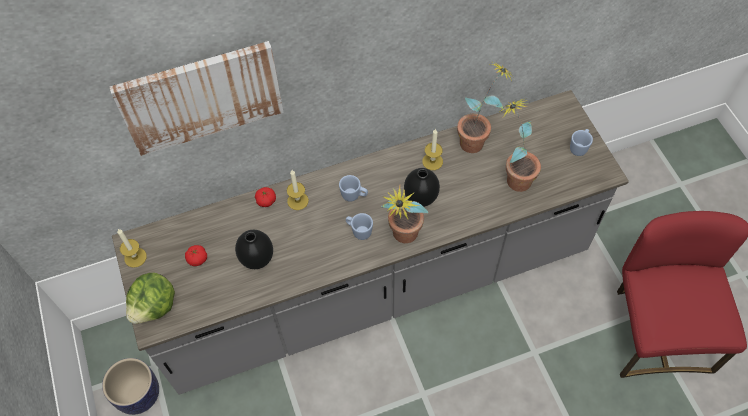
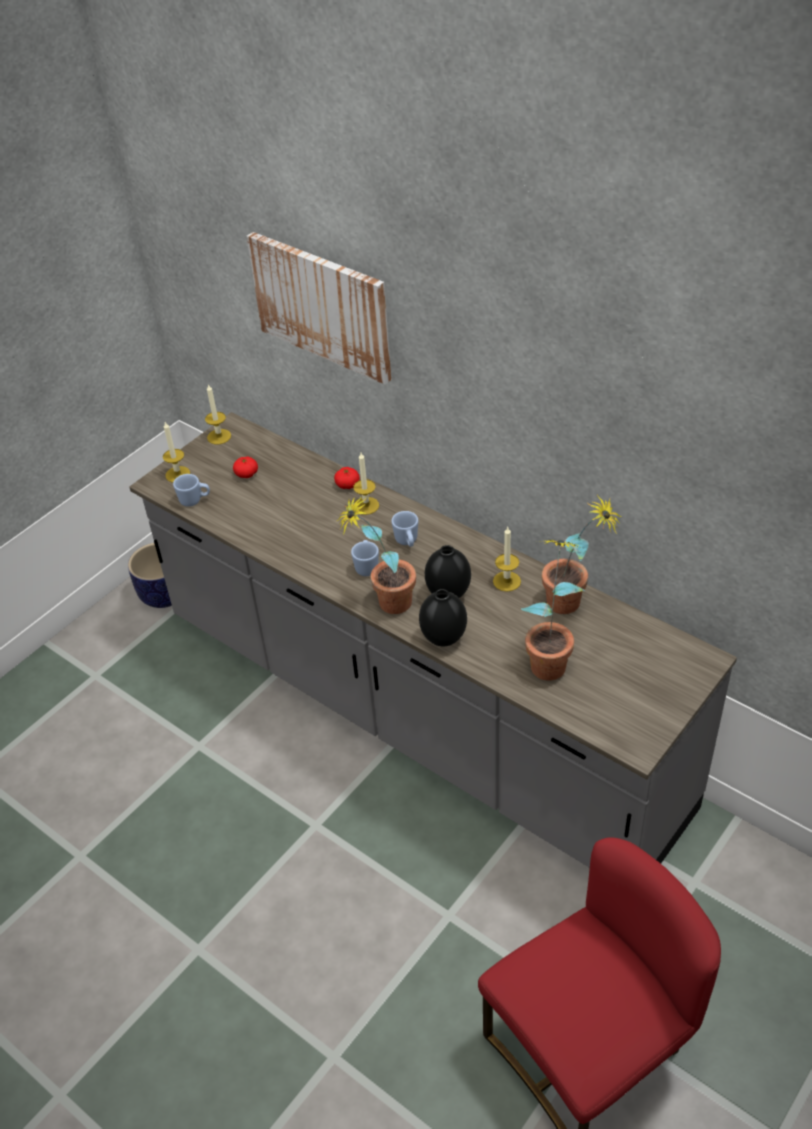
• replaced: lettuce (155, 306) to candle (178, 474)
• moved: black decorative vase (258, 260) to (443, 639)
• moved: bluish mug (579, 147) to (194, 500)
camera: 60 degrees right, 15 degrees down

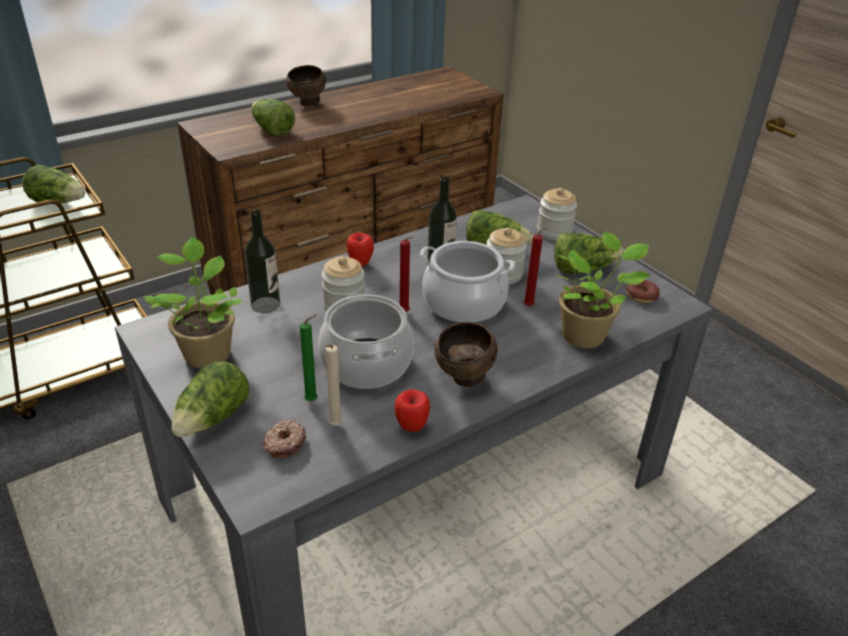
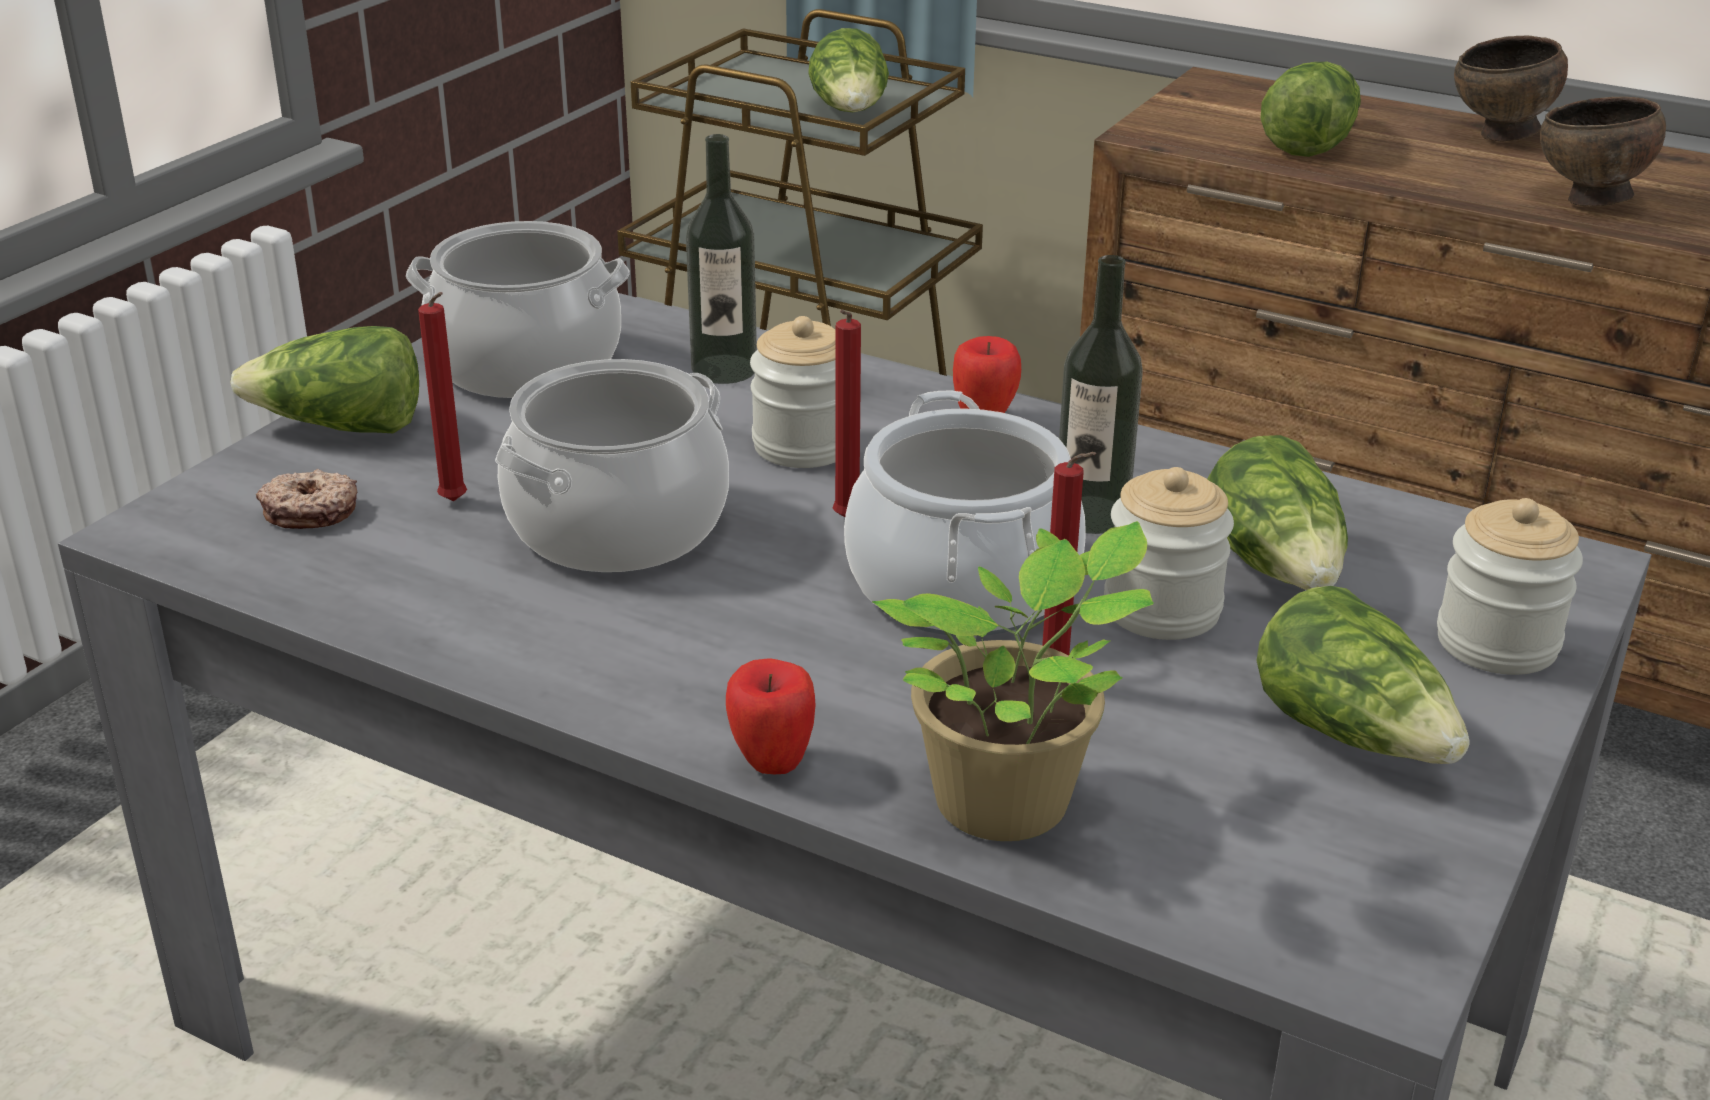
• replaced: houseplant (207, 352) to saucepot (525, 365)
• recoloured: green candle (313, 400) to reddish candle (455, 503)
• removed: beige-coloured candle (334, 426)
• moved: apple (411, 427) to (771, 763)
• moved: brown deep dish (464, 380) to (1588, 202)
• removed: donut (641, 296)
camera: 65 degrees right, 5 degrees down

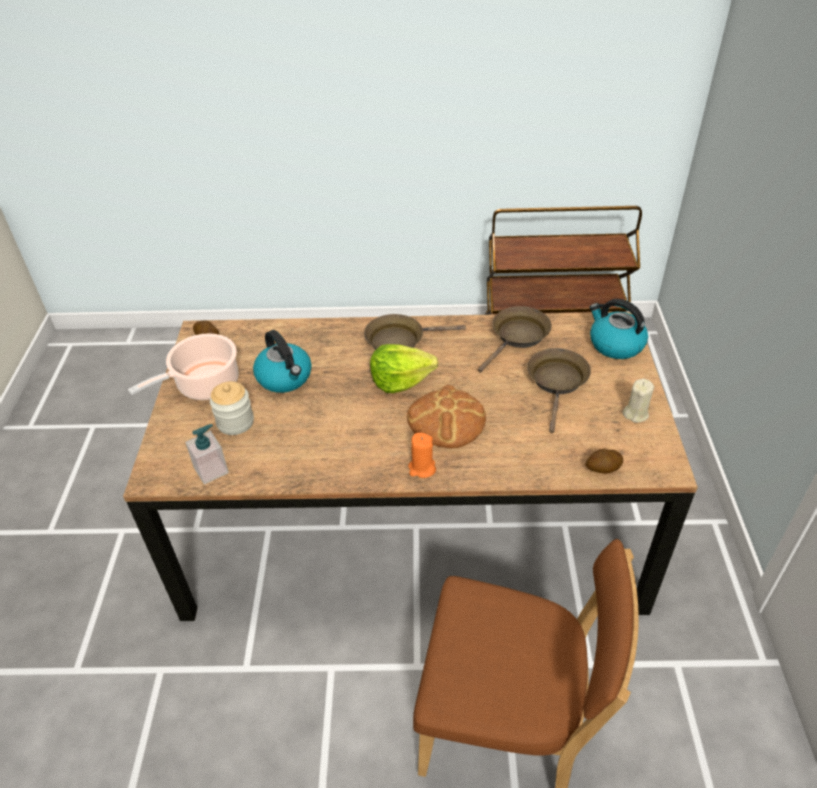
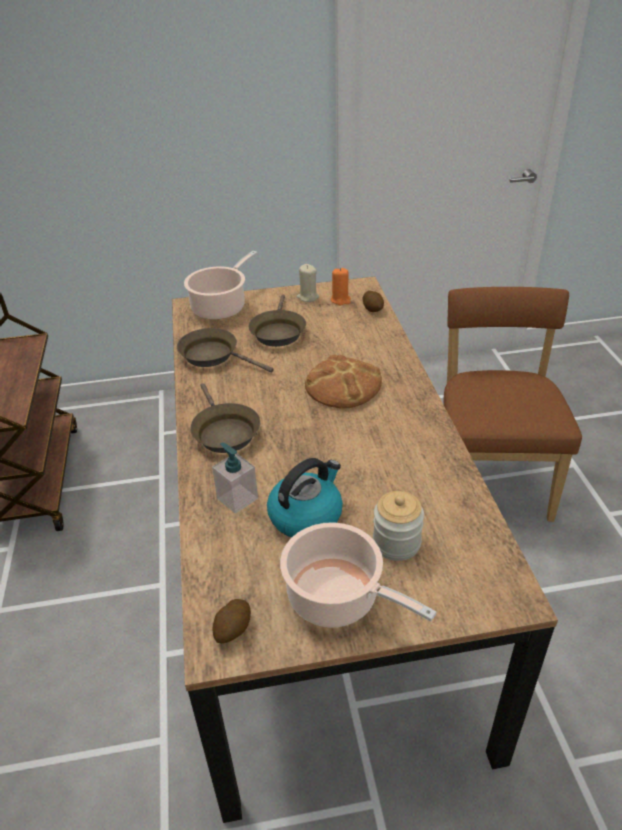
• moved: liquid soap bottle (211, 470) to (237, 498)
• removed: lettuce (400, 380)
• moved: orange candle (422, 468) to (340, 300)
• turned: brown skillet (557, 383) = (277, 332) 90 degrees counterclockwise
• replaced: tea kettle (615, 344) to saucepot (221, 307)
camera: 100 degrees left, 5 degrees down

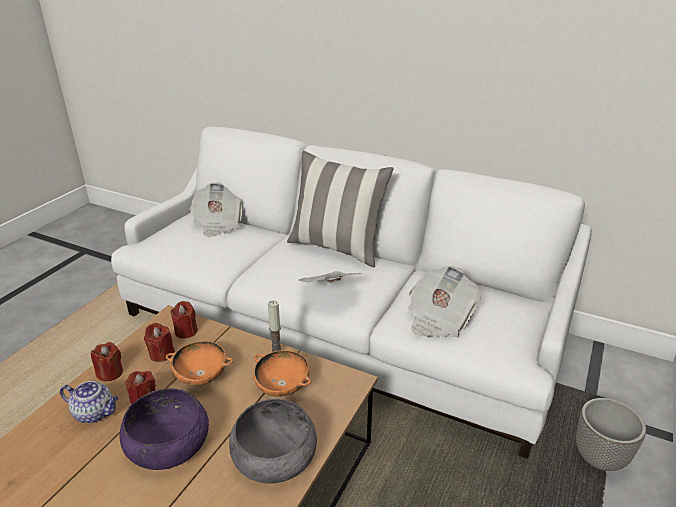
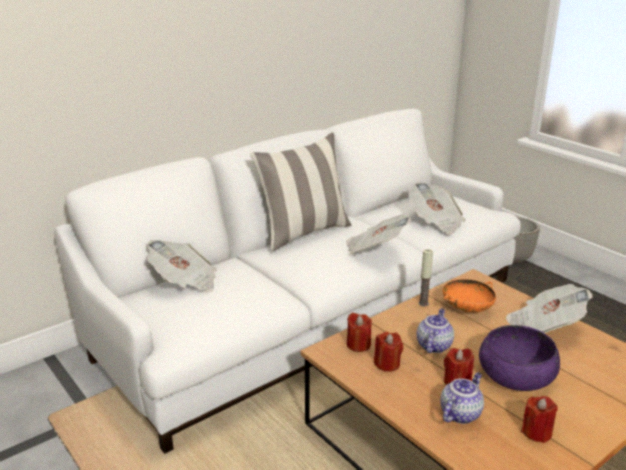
• moved: reddish candle (110, 373) to (536, 432)
• replaced: orange deep dish (201, 376) to pot for tea (433, 345)
• replaced: grey deep dish (274, 455) to daily paper (544, 326)
camera: 65 degrees left, 5 degrees down

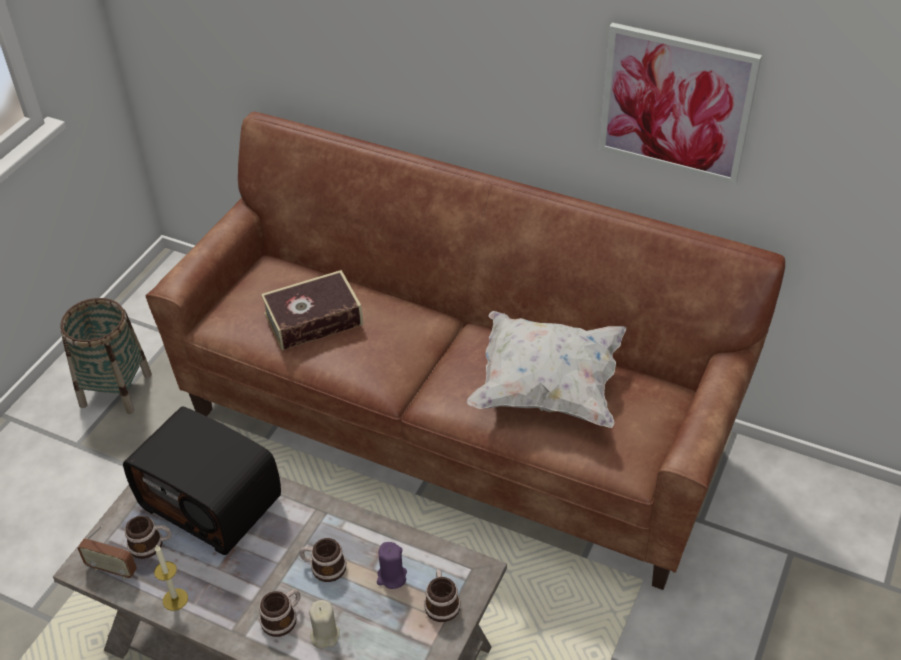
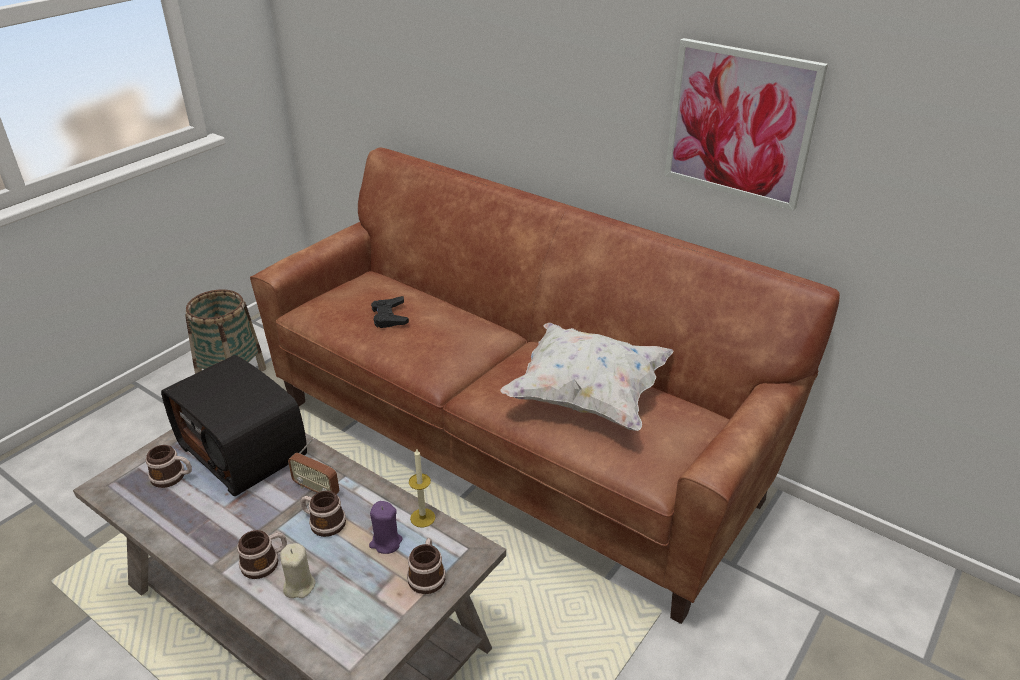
• moved: radio receiver (112, 569) to (317, 489)
• moved: candle (175, 599) to (422, 518)
• replaced: bound book (313, 319) to black gamepad (389, 316)
camera: 10 degrees right, 10 degrees down

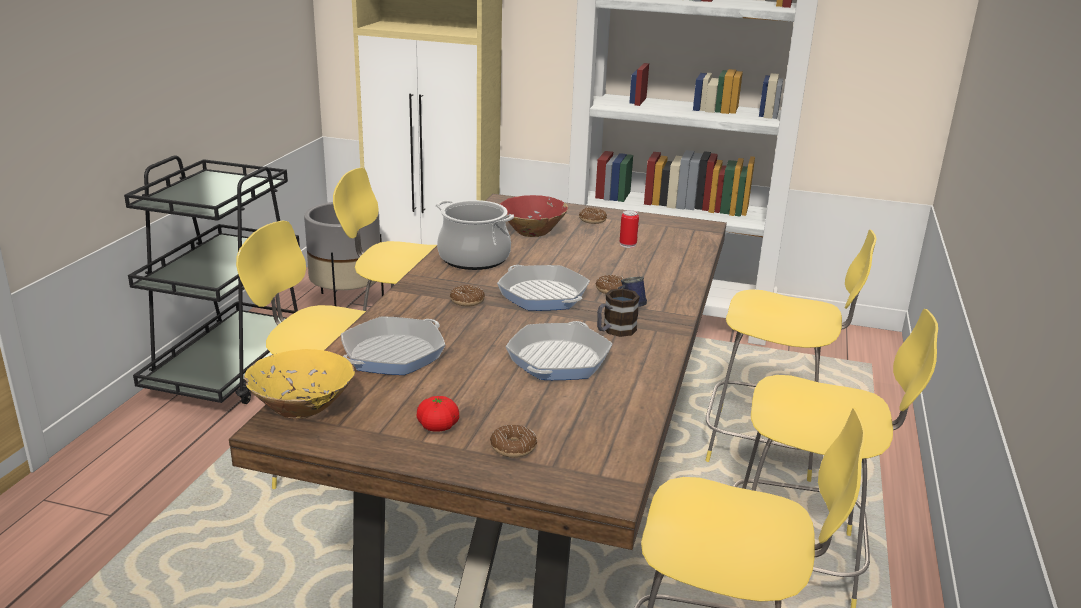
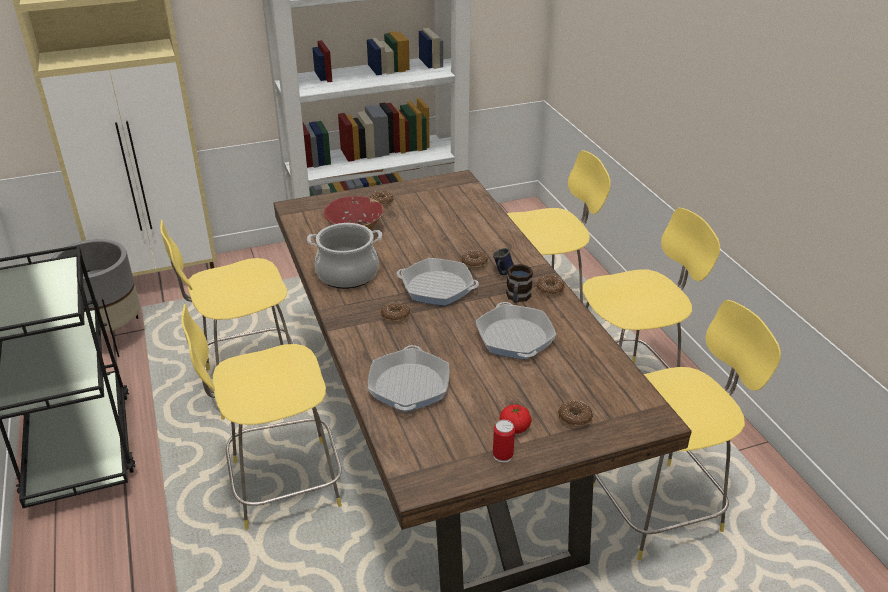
• removed: yellow-coloured deep dish (301, 408)
• moved: can (628, 244) to (502, 455)
• added: donut (549, 289)
camera: 35 degrees left, 10 degrees up

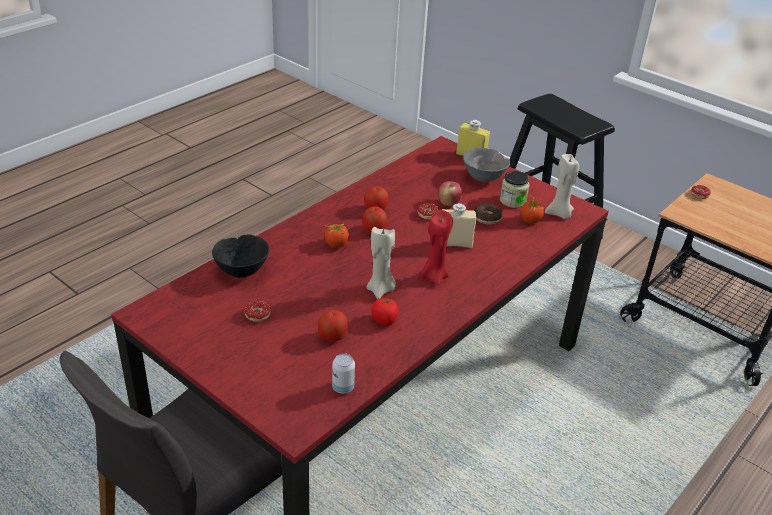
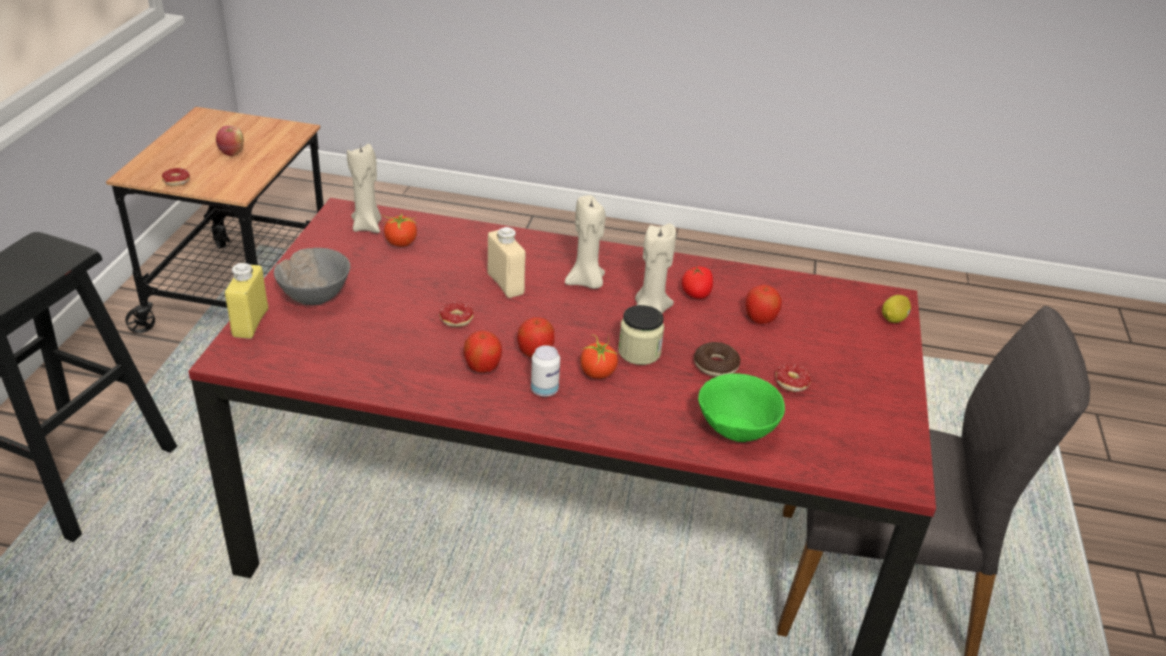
• recoloured: black deep dish (242, 271) to green deep dish (735, 431)
• moved: can (343, 387) to (544, 390)
• recoloured: reddish candle (434, 276) to beige-coloured candle (586, 282)
• moved: apple (448, 203) to (231, 153)
• moved: donut (487, 218) to (716, 365)
• moved: storage jar (512, 201) to (639, 352)
• added: citrus fruit (894, 319)
camera: 120 degrees left, 0 degrees up

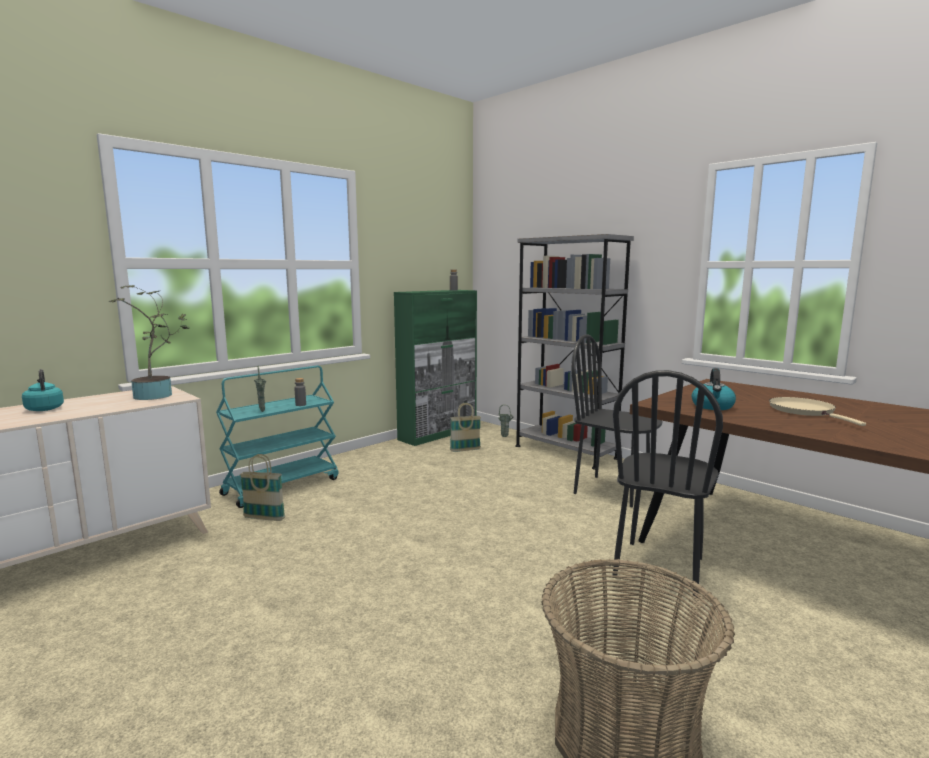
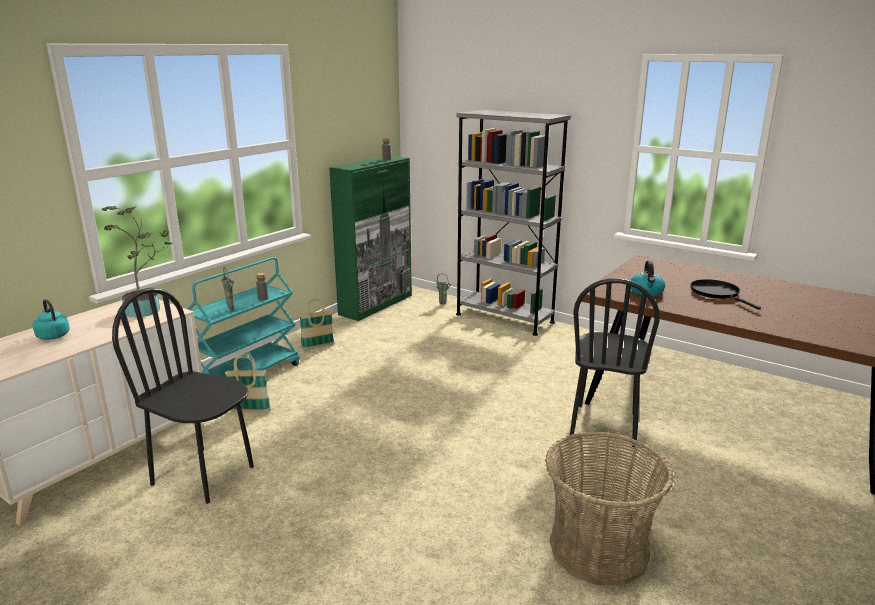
• moved: household basket (465, 450) to (318, 346)
• moved: black plain chair (612, 491) to (204, 475)
• recoloured: beige-coloured skillet (804, 411) to black skillet (717, 293)
camera: 10 degrees left, 10 degrees up

